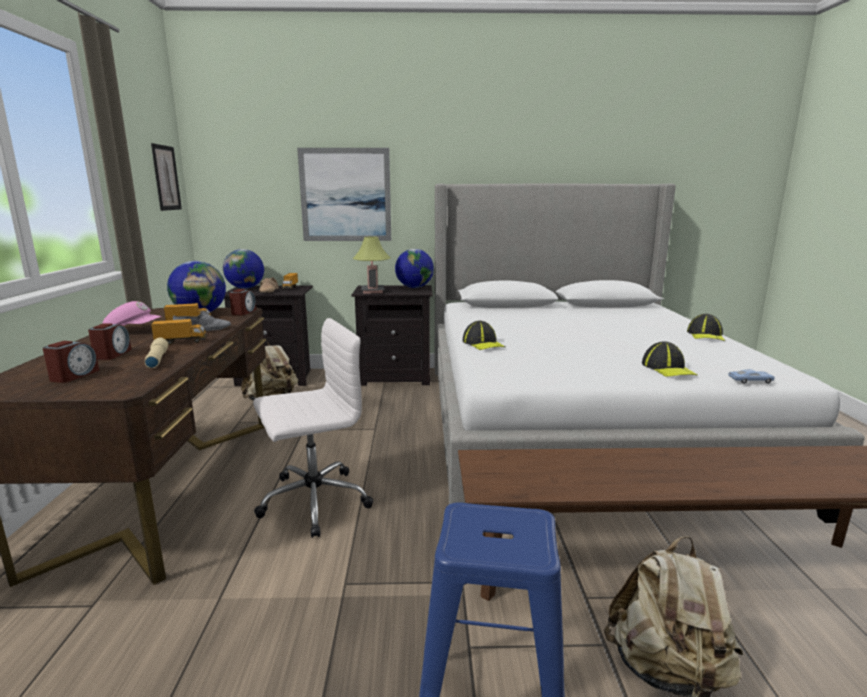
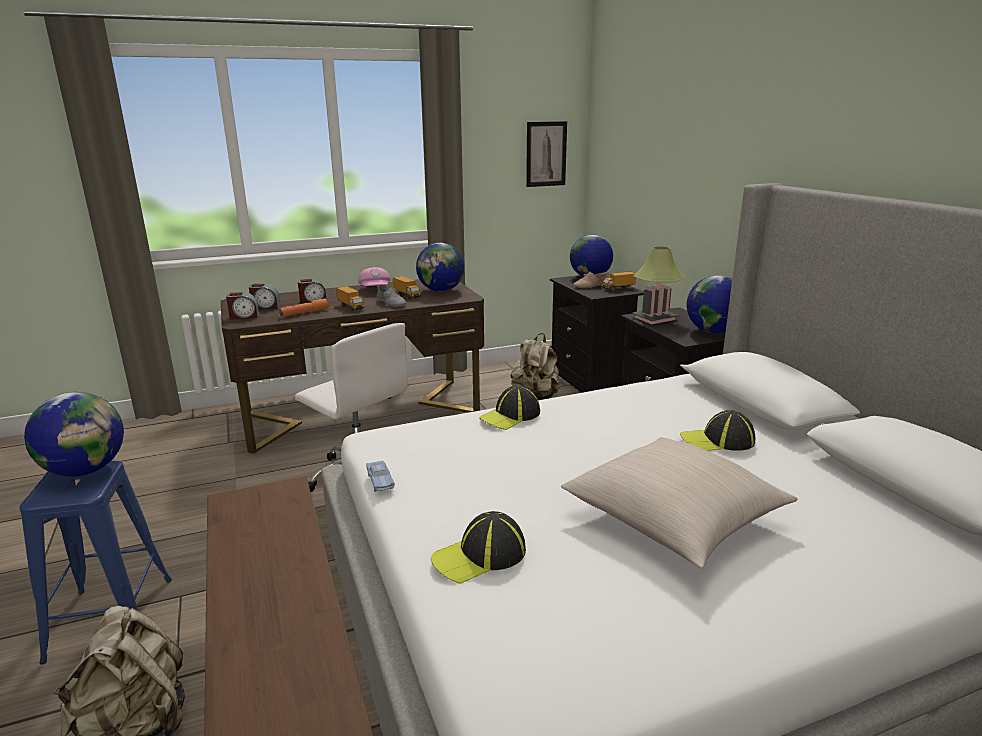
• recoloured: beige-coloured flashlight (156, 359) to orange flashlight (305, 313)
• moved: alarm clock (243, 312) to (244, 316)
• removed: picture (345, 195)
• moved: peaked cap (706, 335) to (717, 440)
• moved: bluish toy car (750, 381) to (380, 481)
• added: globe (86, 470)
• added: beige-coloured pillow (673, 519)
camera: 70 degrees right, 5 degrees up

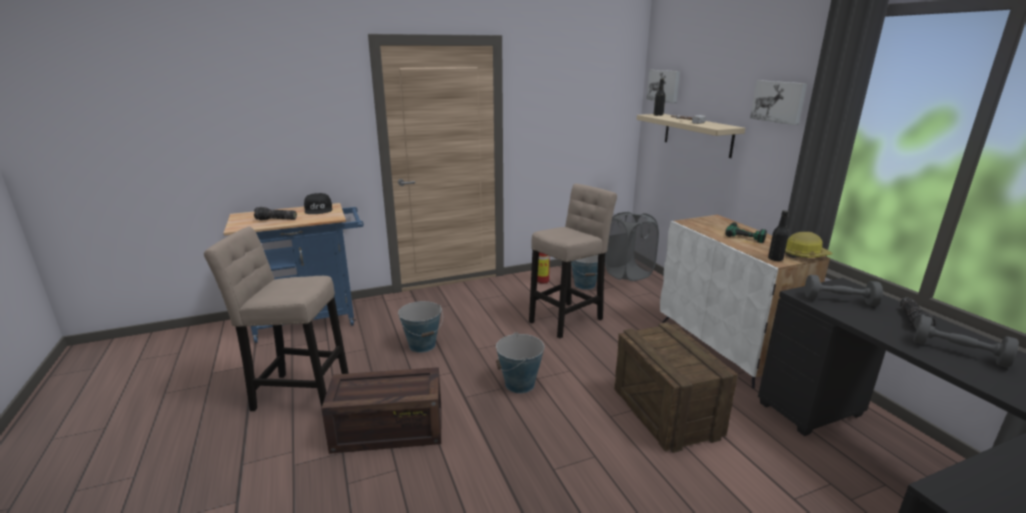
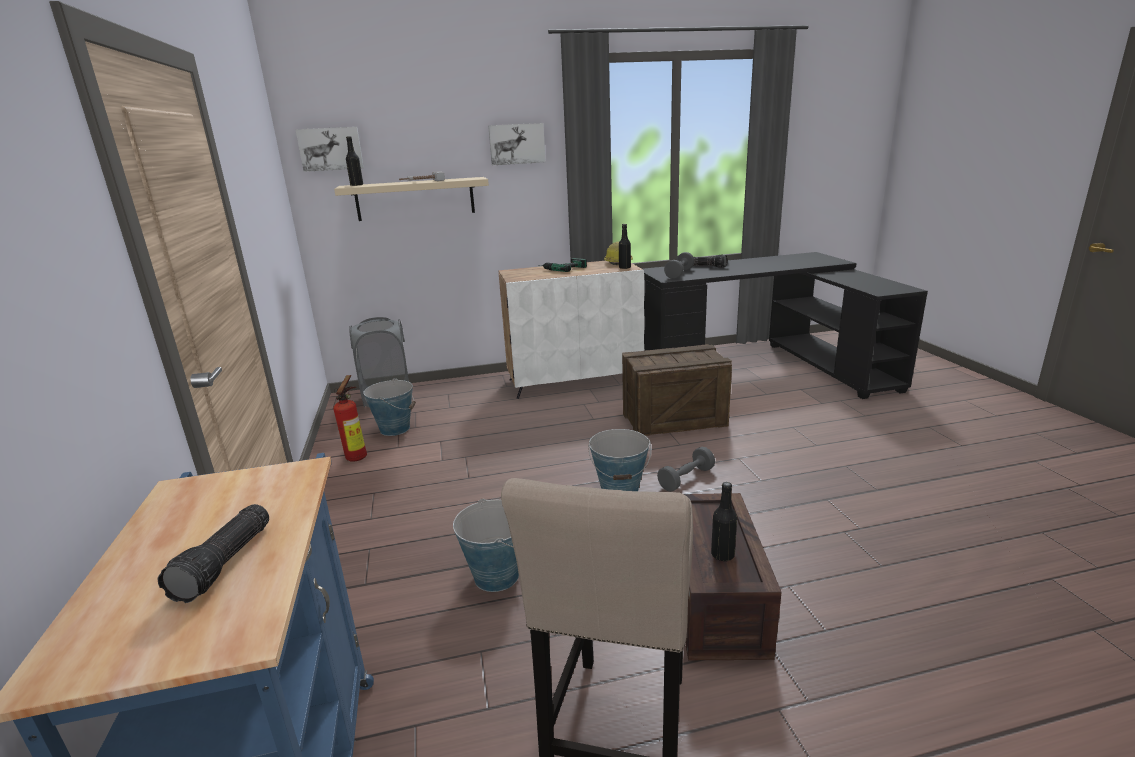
• removed: black peaked cap (319, 209)
• removed: beige-coloured stool seat (568, 319)
• moved: grey hand weight (958, 353) to (686, 479)
• added: black drink bottle (722, 555)
camera: 80 degrees left, 0 degrees up

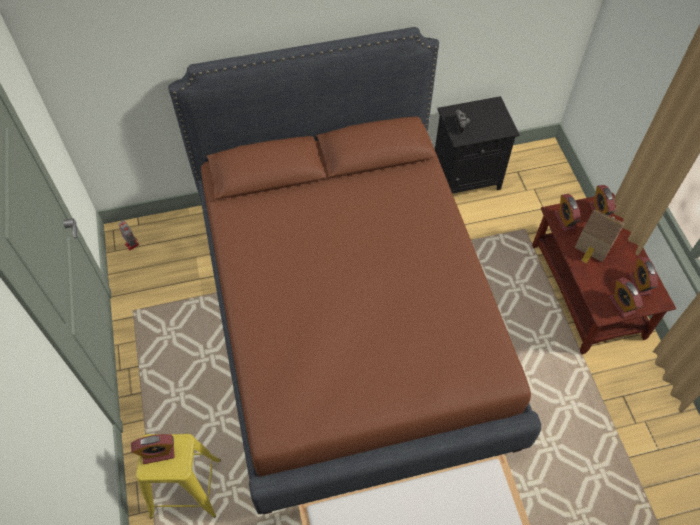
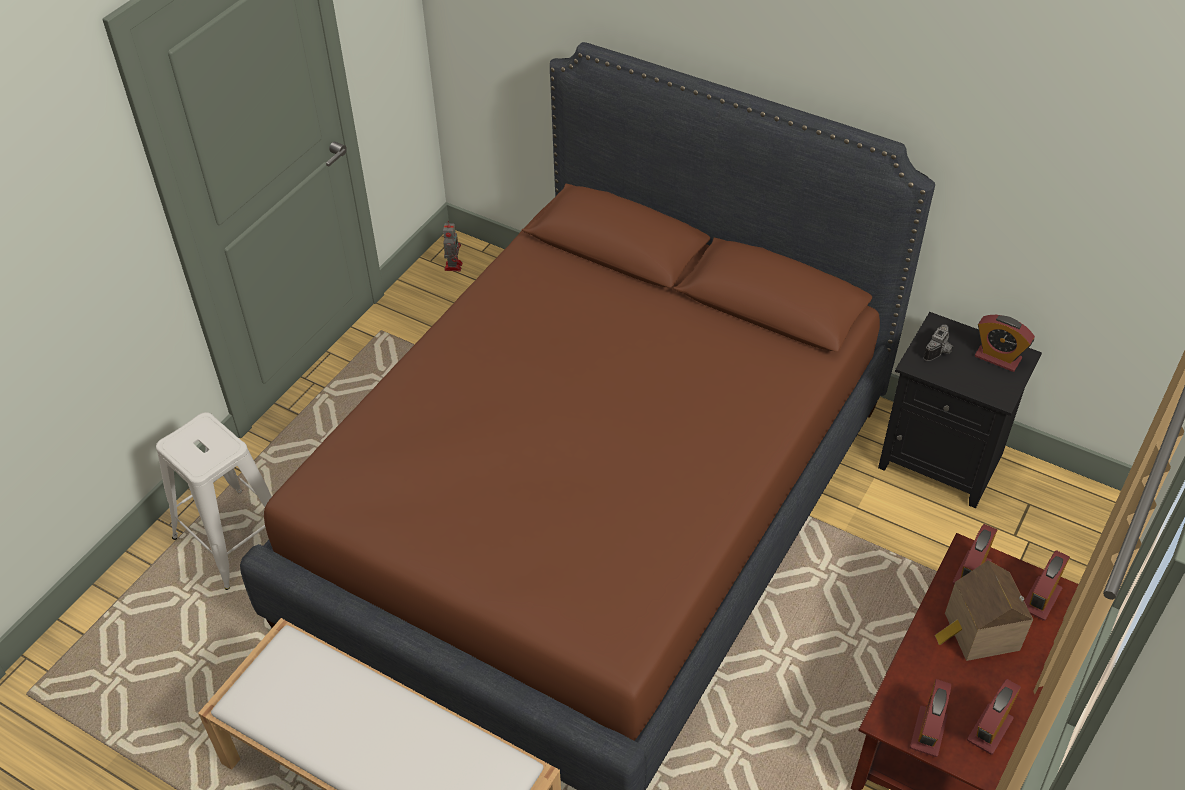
• moved: alarm clock (158, 453) to (997, 357)
• recoloured: yellow-coloured stool seat (186, 488) to whitish stool seat (234, 539)
camera: 45 degrees right, 10 degrees down

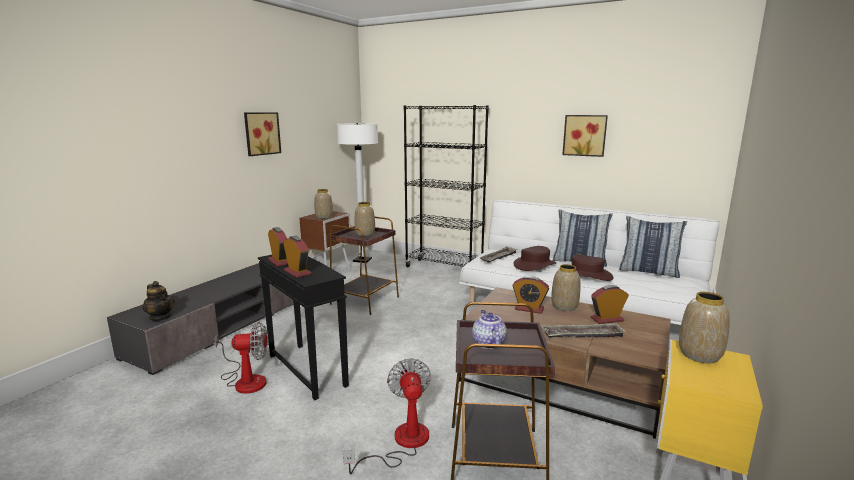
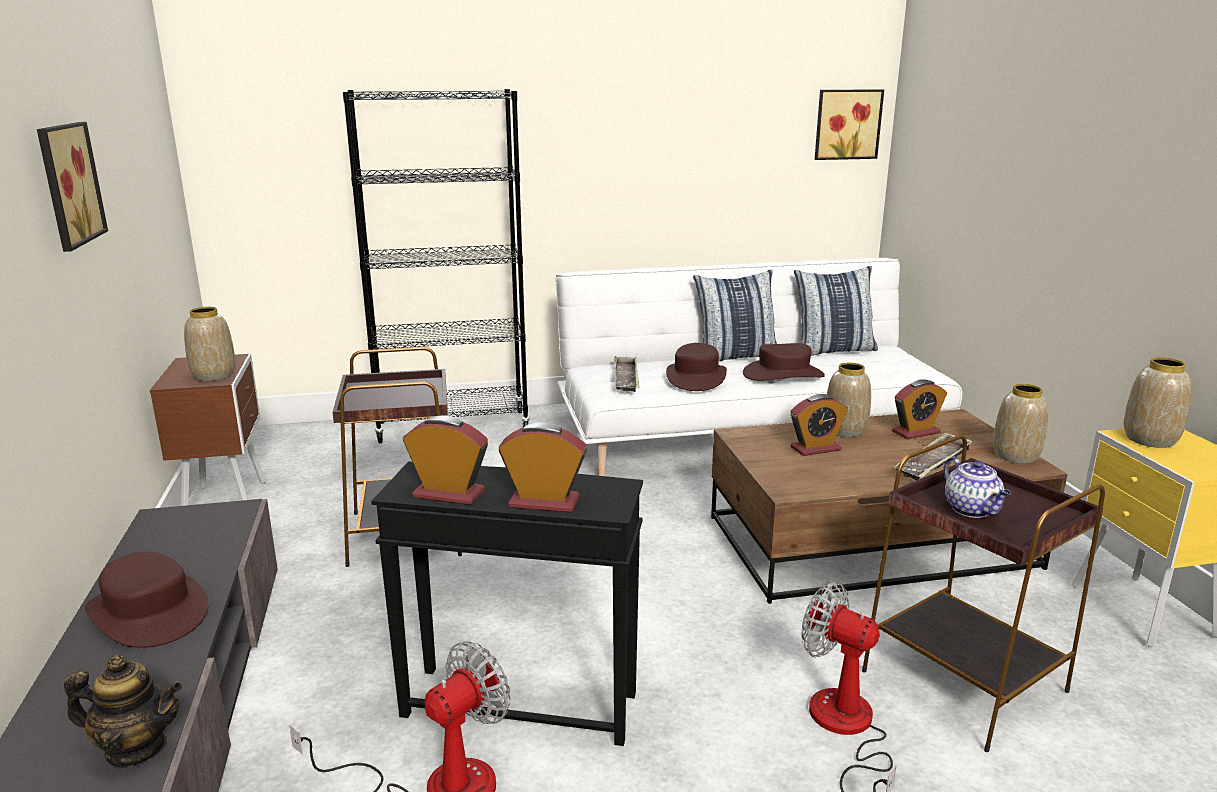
• removed: whitish floor lamp (362, 260)
• moved: decorative vase (365, 234) to (1016, 456)
• turned: pot for tea (488, 343) = (972, 510) 150 degrees counterclockwise
• moved: picture (584, 135) to (846, 124)
• turned: alarm clock (607, 319) = (916, 432) 150 degrees counterclockwise
• added: brown wearable hat (149, 612)
camera: 40 degrees left, 5 degrees up

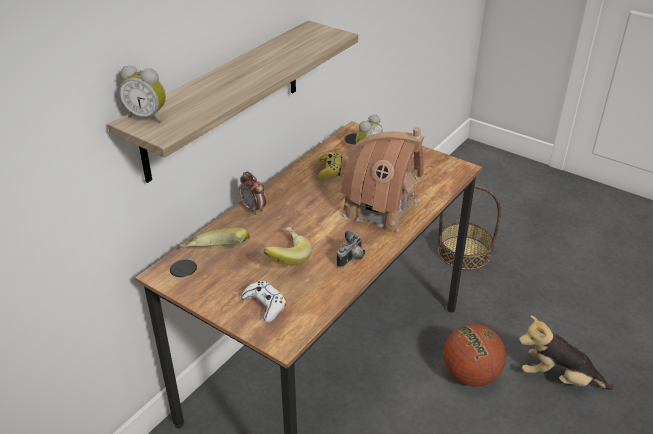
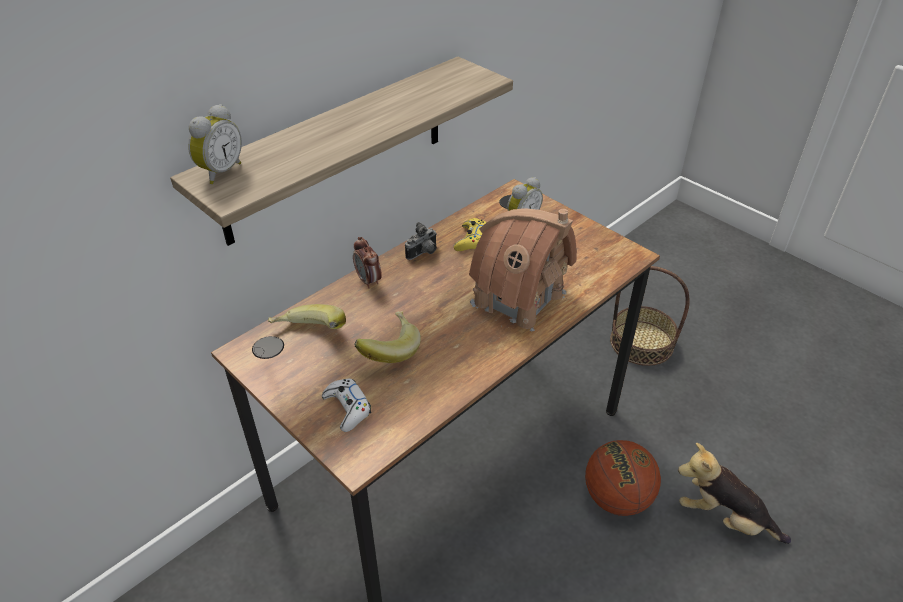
• turned: alarm clock (148, 117) = (219, 172) 90 degrees counterclockwise
• moved: photo camera (352, 259) to (423, 253)
camera: 10 degrees right, 5 degrees up

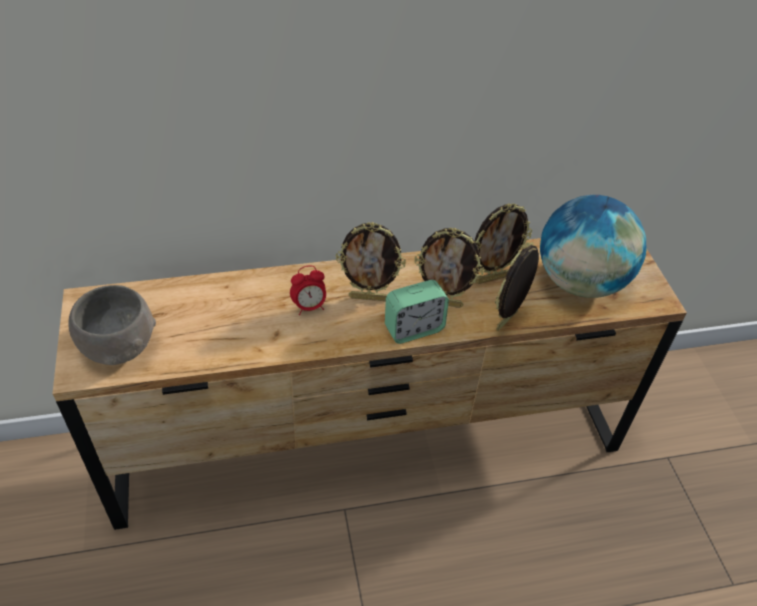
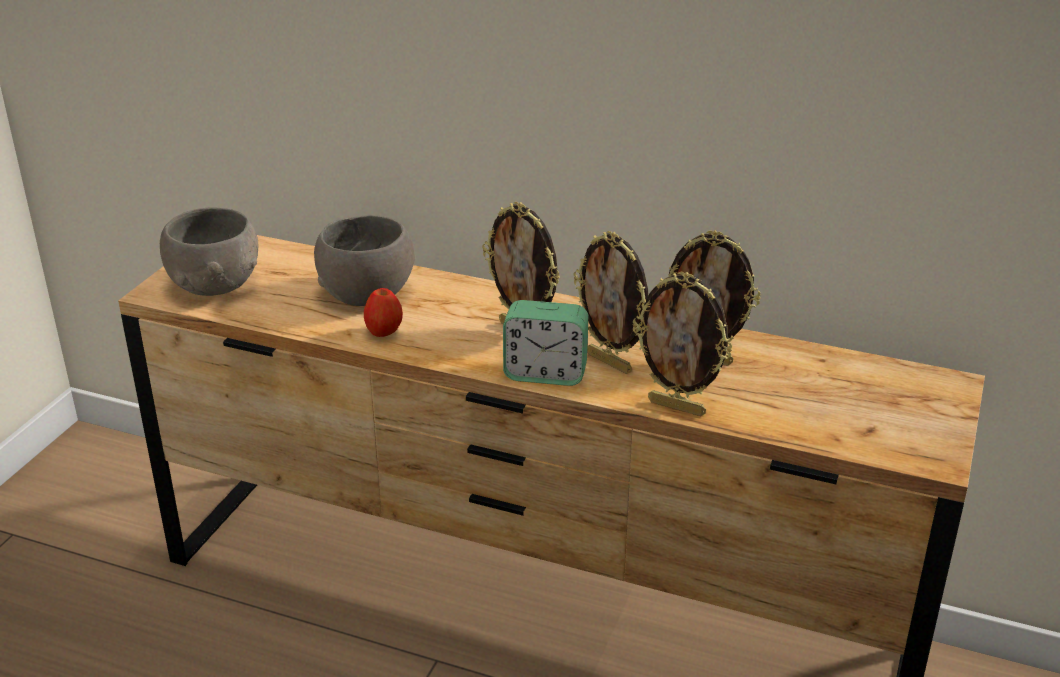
• removed: alarm clock (309, 307)
• turned: picture frame (508, 321) = (677, 407) 135 degrees counterclockwise
• removed: globe (580, 282)
• added: grey deep dish (366, 292)
• added: apple (384, 332)
camera: 35 degrees right, 15 degrees down

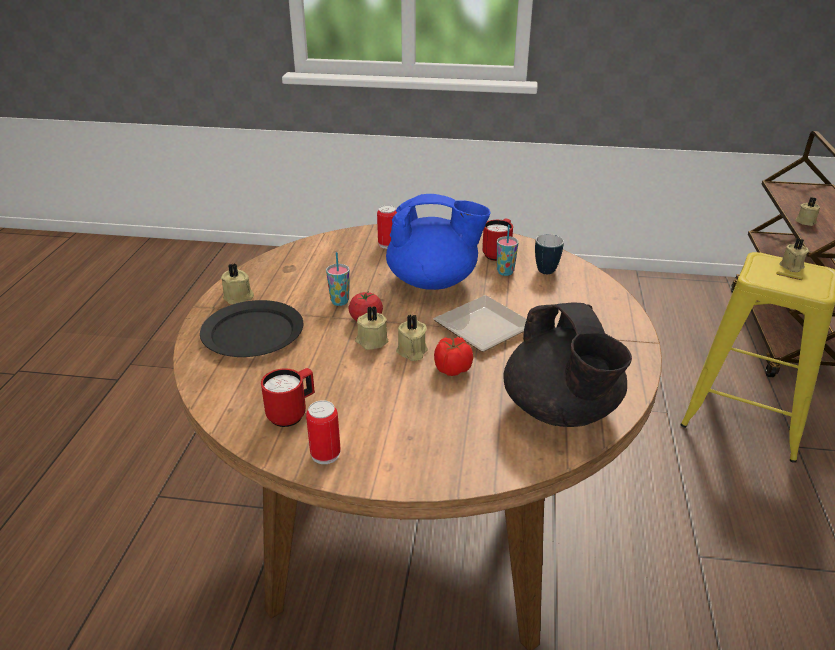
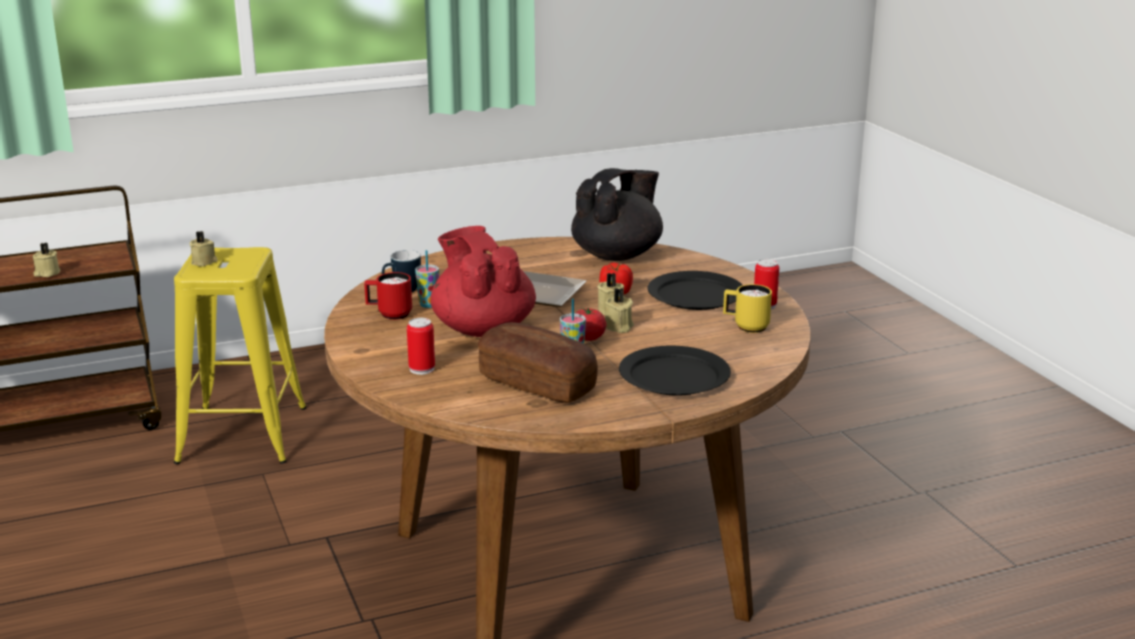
• removed: beige-coloured candle (239, 297)
• recoloured: reddish mug (292, 414) to yellow-coloured mug (745, 327)
• recoloured: bluish pot for tea (434, 281) to reddish pot for tea (483, 328)
• added: bread (537, 383)
• added: black plate (696, 295)
camera: 120 degrees left, 10 degrees down

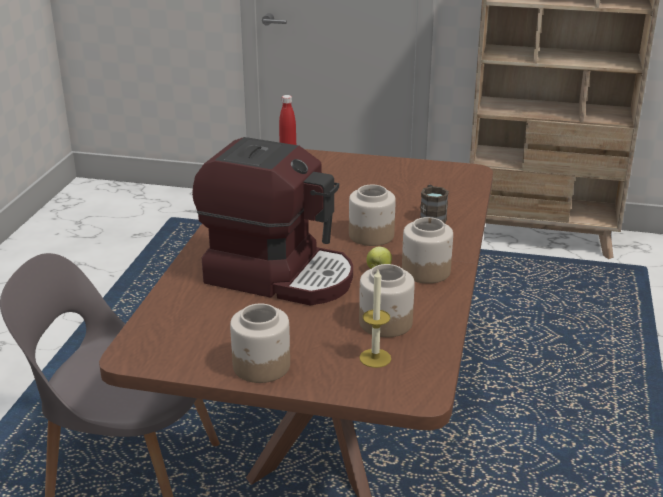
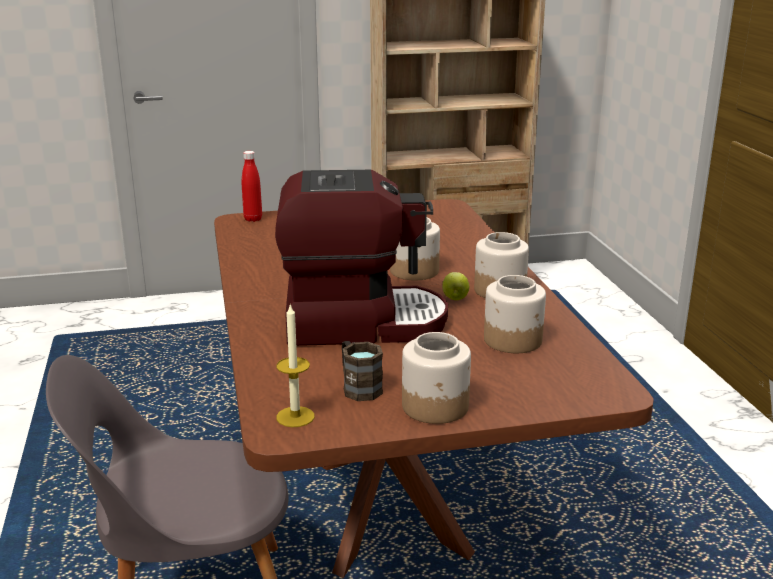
• moved: candle (375, 358) to (295, 417)
• moved: brown mug (432, 217) to (358, 387)
camera: 25 degrees left, 5 degrees down

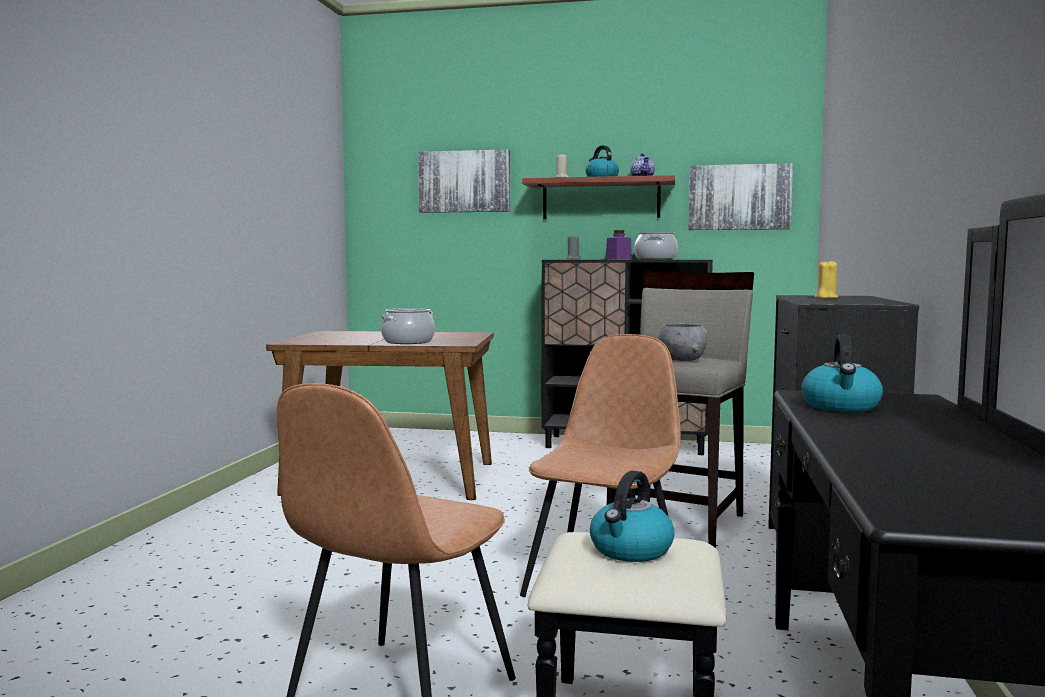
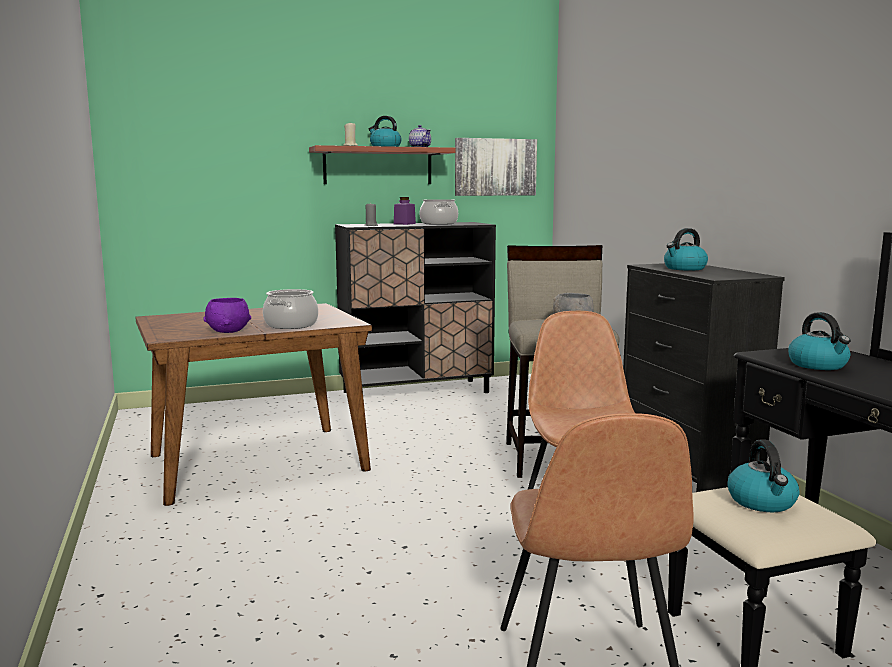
• removed: picture (464, 181)
• replaced: yellow-coloured candle (826, 298) to tea kettle (684, 268)
• added: purple deep dish (227, 331)
camera: 30 degrees left, 5 degrees up

